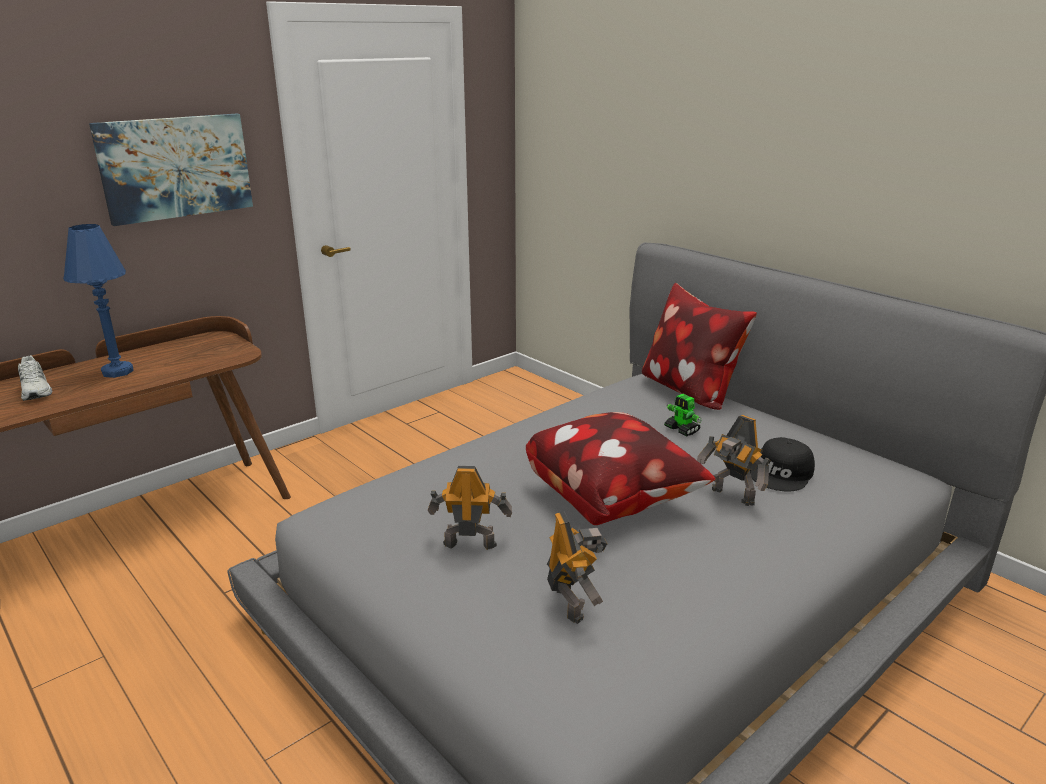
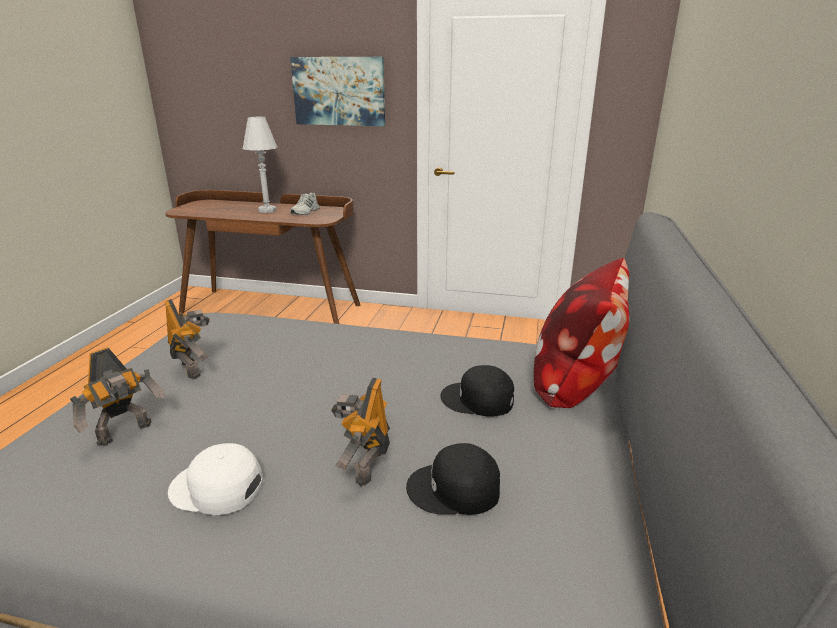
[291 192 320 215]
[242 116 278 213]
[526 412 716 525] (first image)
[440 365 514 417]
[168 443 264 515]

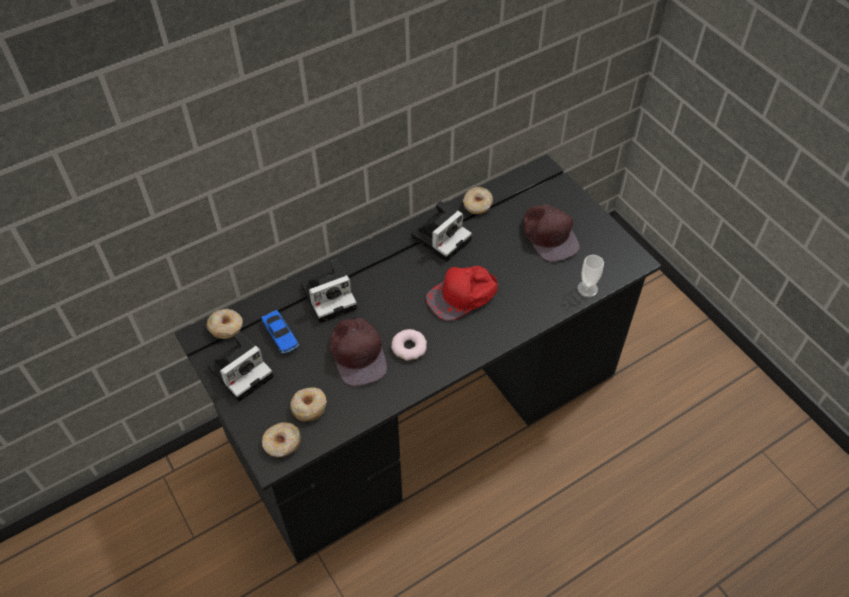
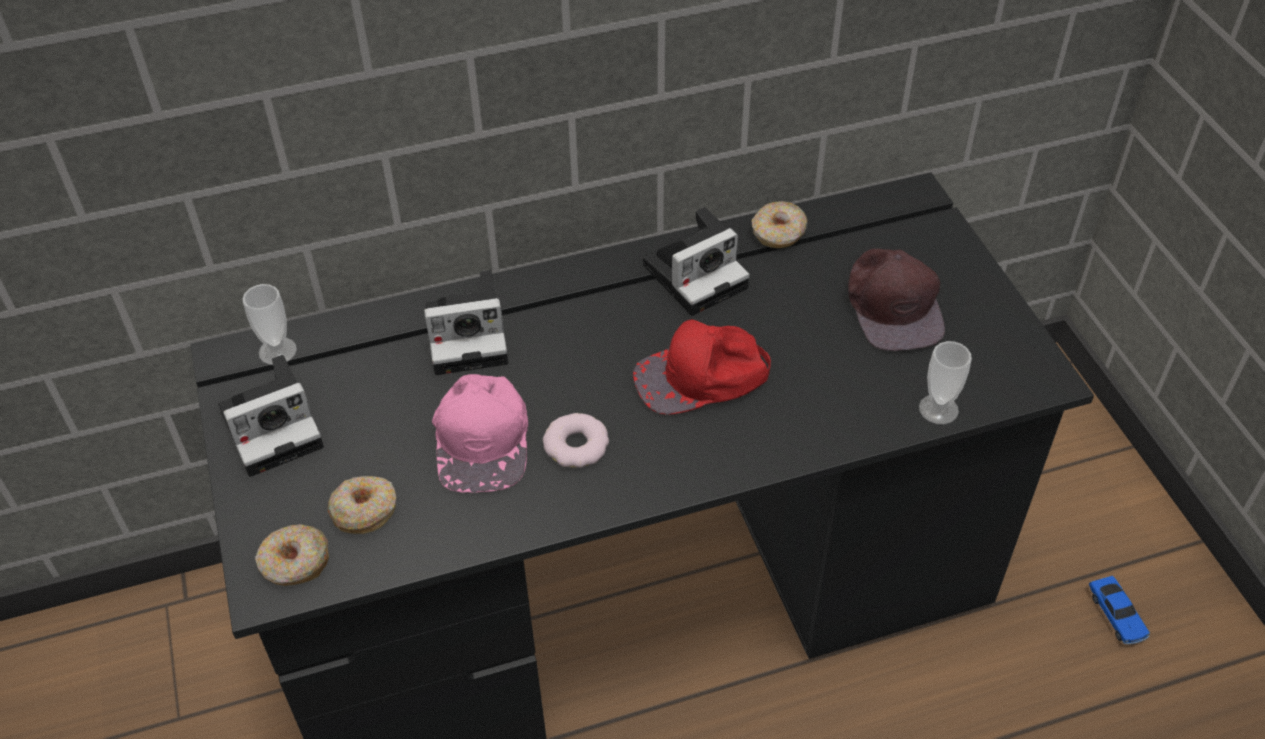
[243 284 297 365]
[1089 576 1150 644]
[432 374 528 493]

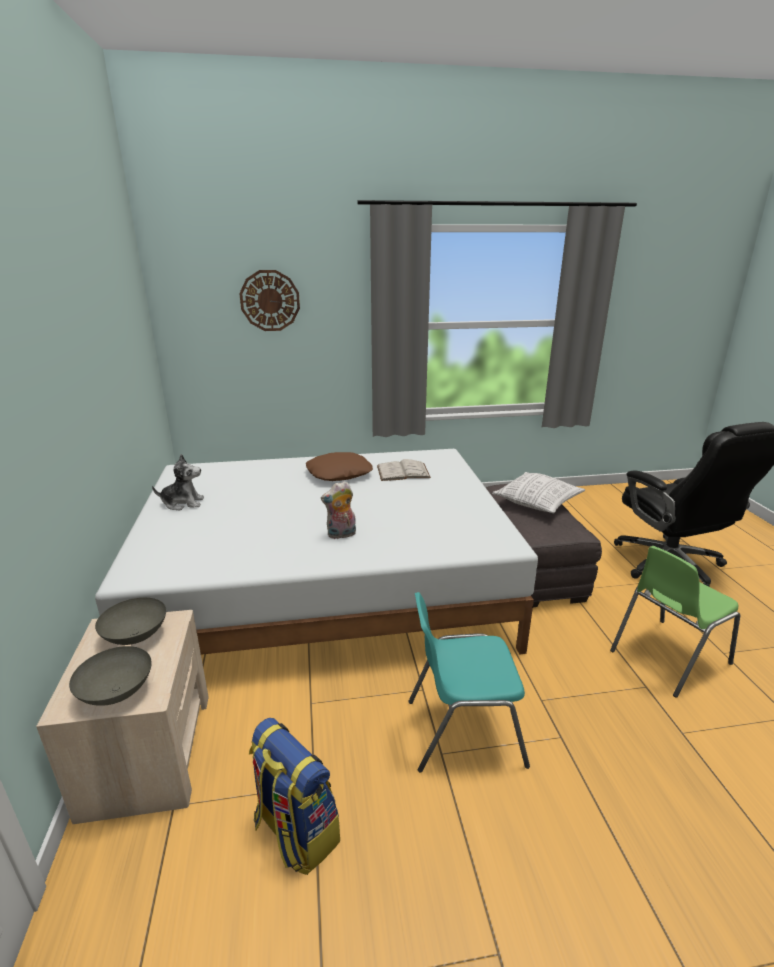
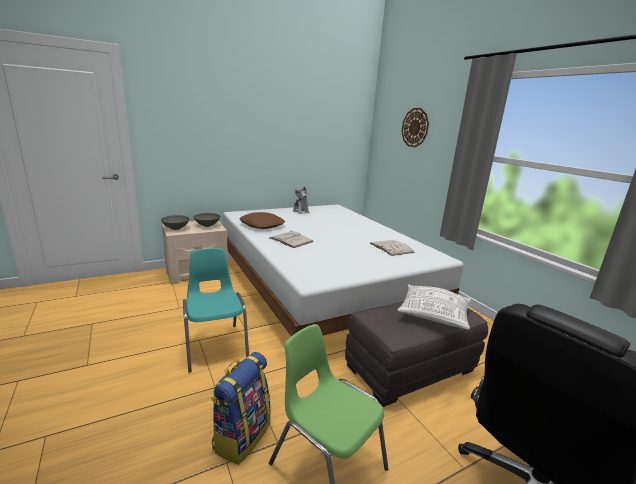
[211 352 271 465]
[240 212 285 229]
[270 230 314 248]

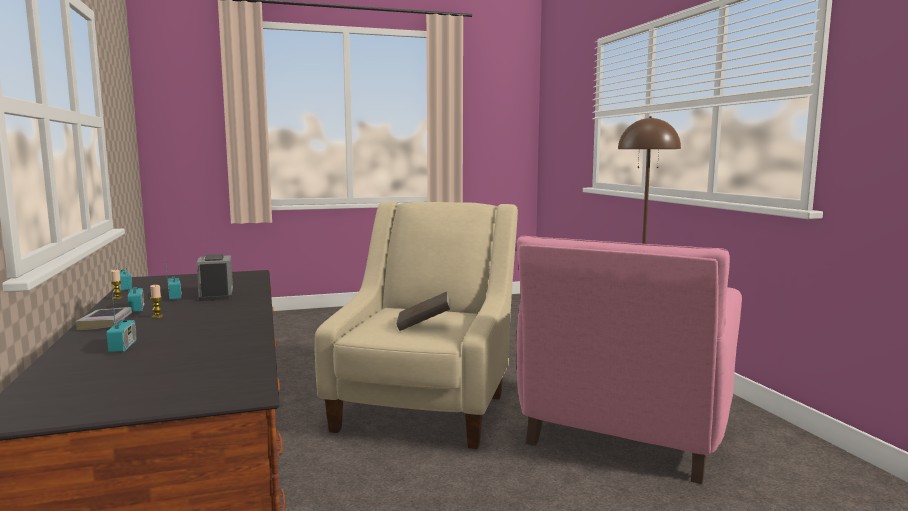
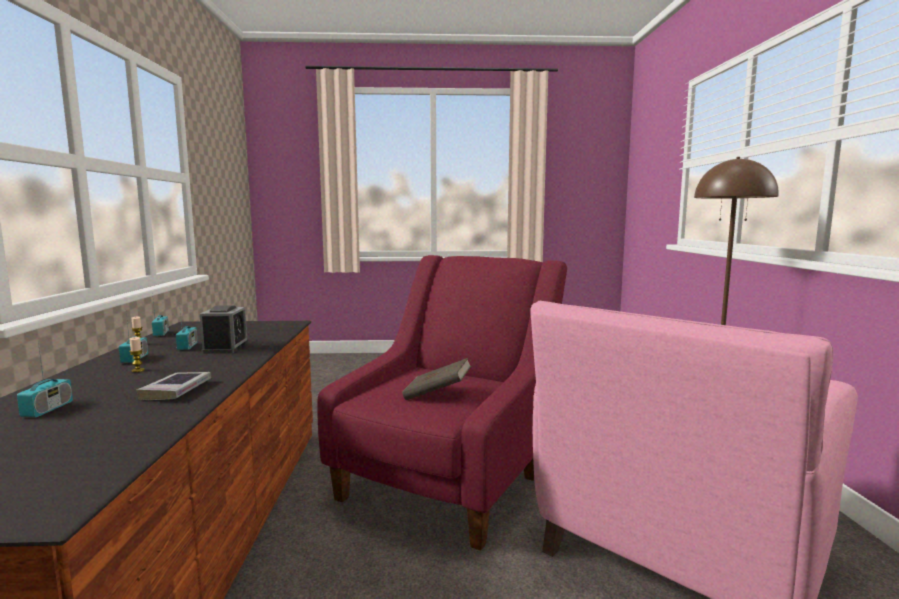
[137 372 211 400]
[317 255 567 551]

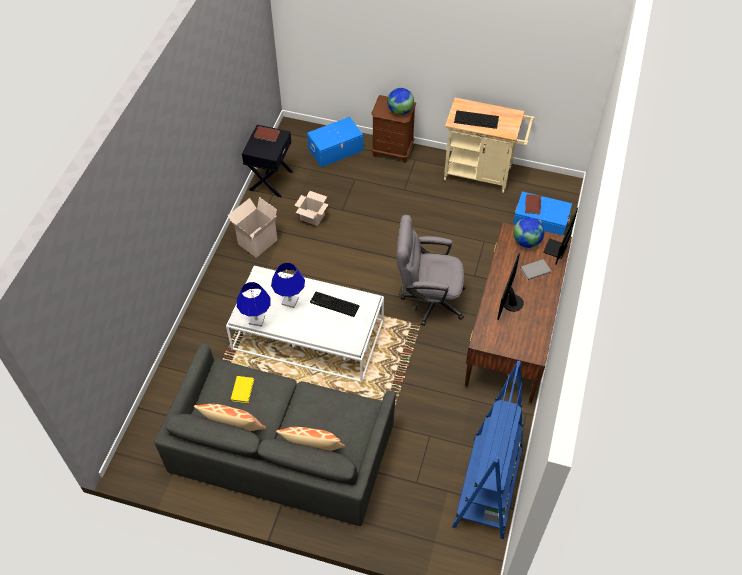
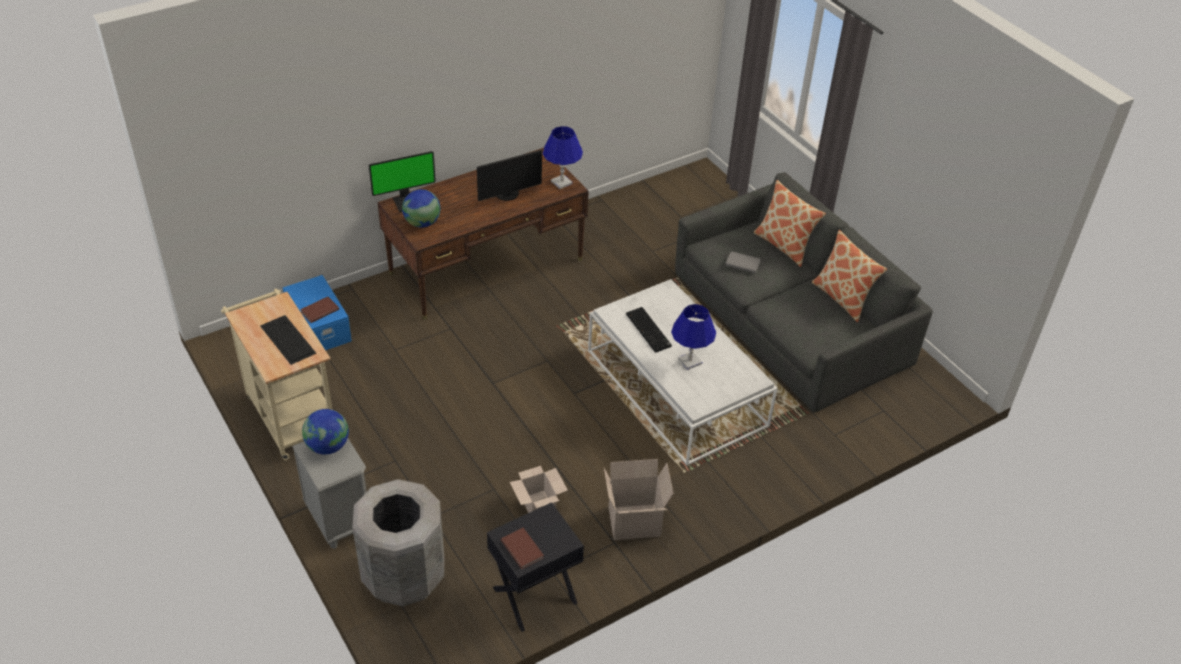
[231 376 254 403] (first image)
[543 126 583 189]
[352 479 444 606]
[292 439 367 549]
[397 215 465 326] (first image)
[452 361 523 539] (first image)
[725 251 761 273]

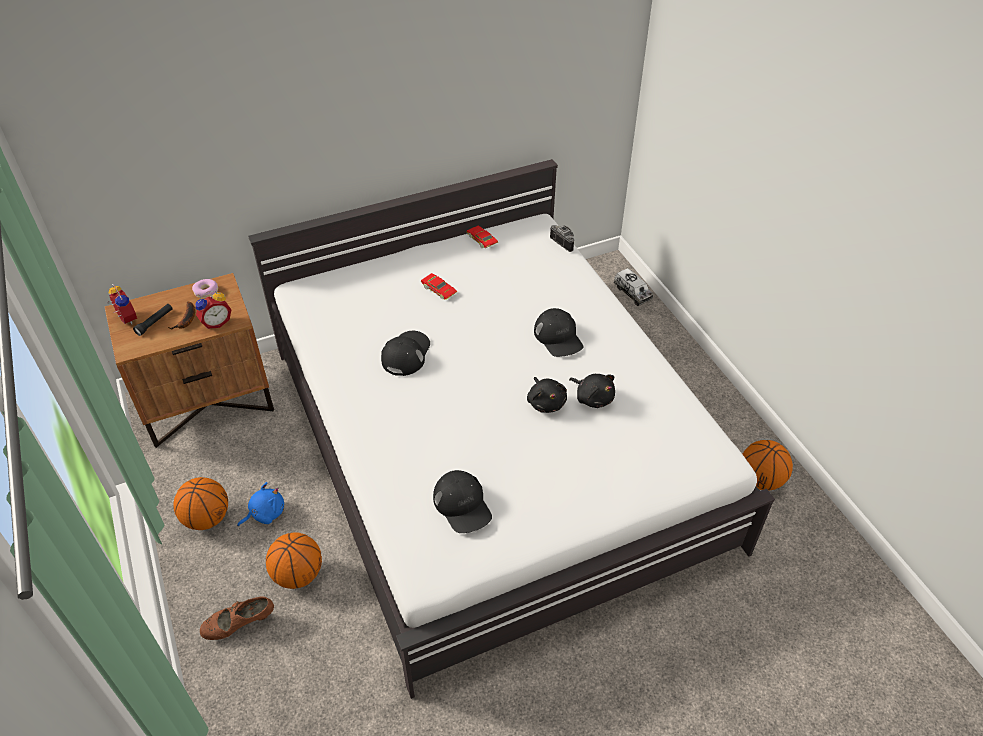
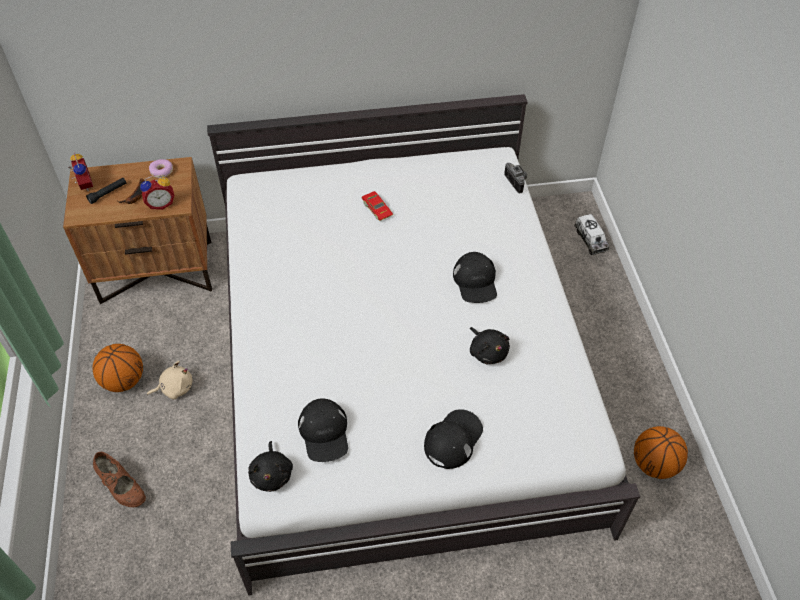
[93 452 146 507]
[147 361 192 399]
[266 532 322 589] (first image)
[424 409 483 469]
[466 226 498 248] (first image)
[248 441 293 492]

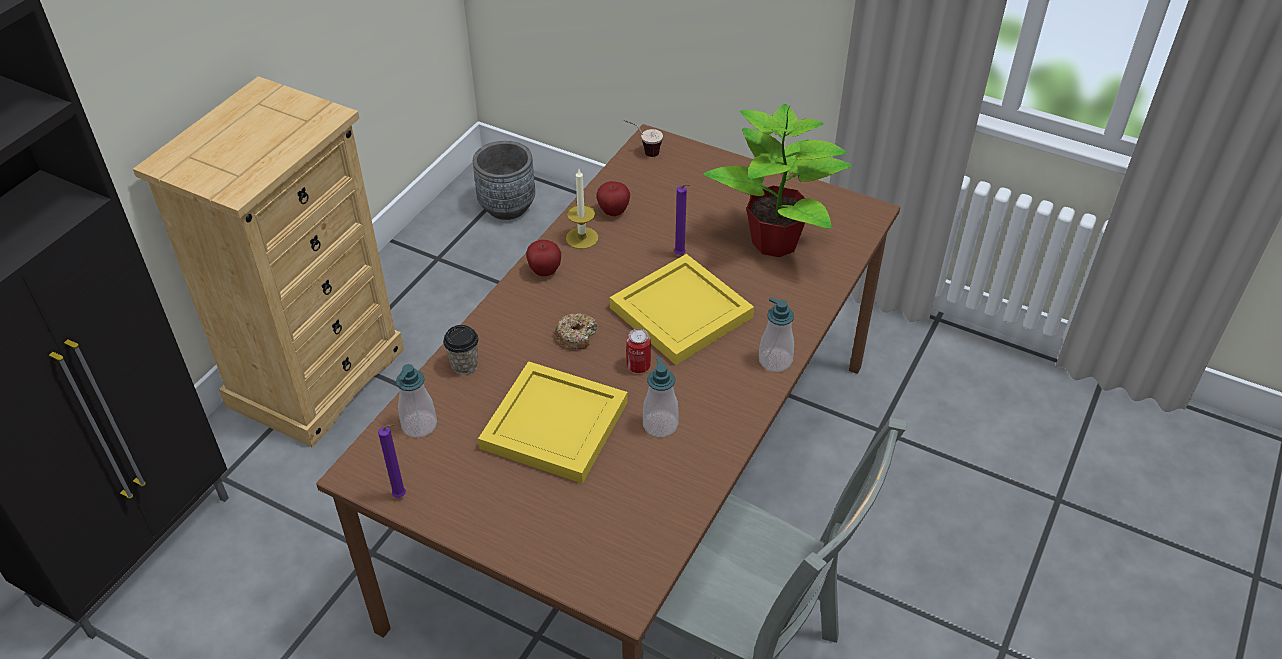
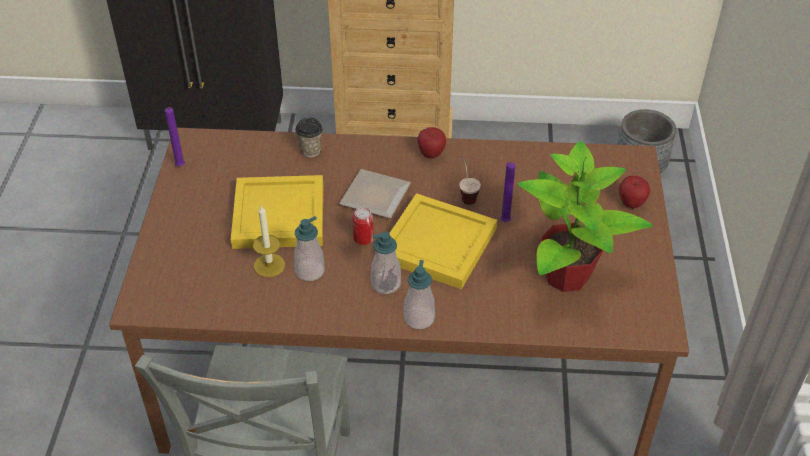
[371 232 401 294]
[339 169 411 218]
[253 205 285 277]
[619 176 650 208]
[459 156 481 205]

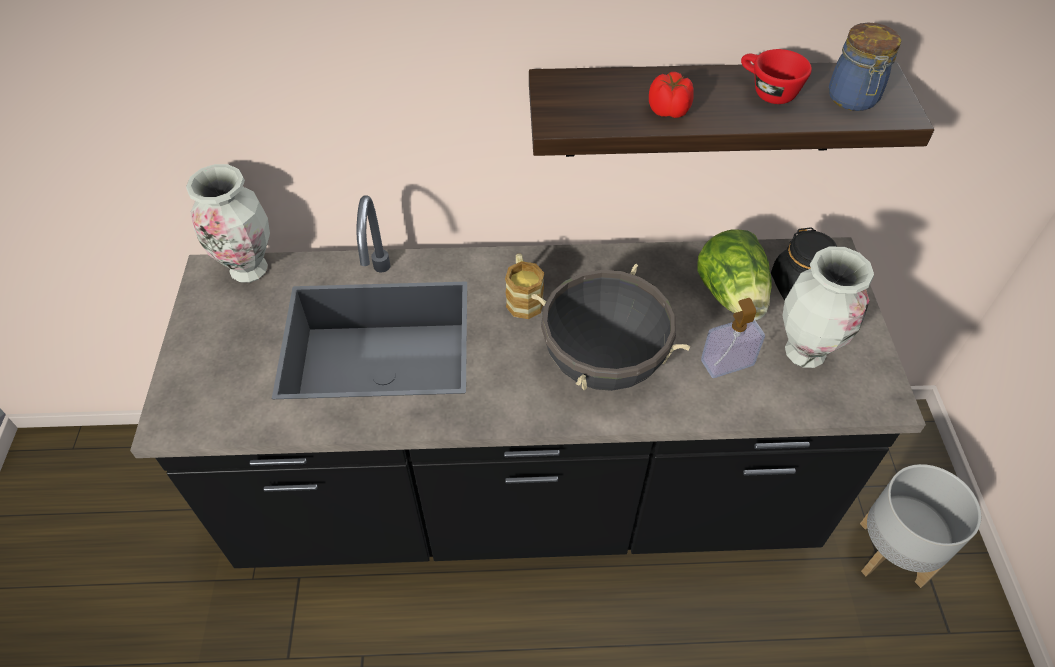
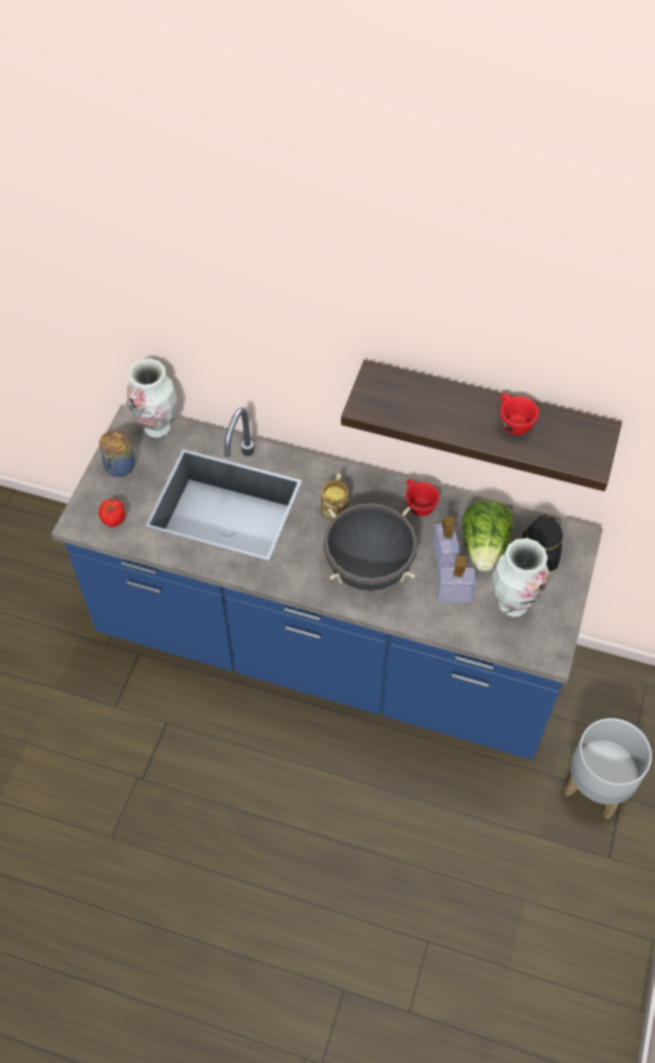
[51 404 603 760]
[99 499 126 527]
[99 430 135 477]
[405 479 440 516]
[433 516 460 570]

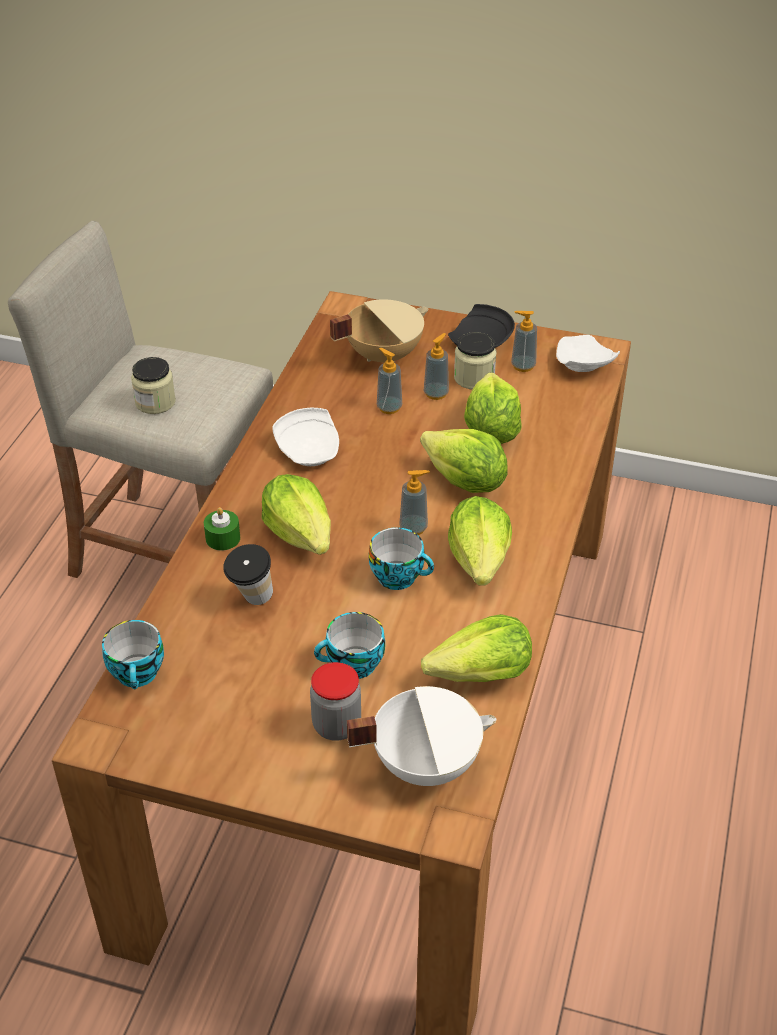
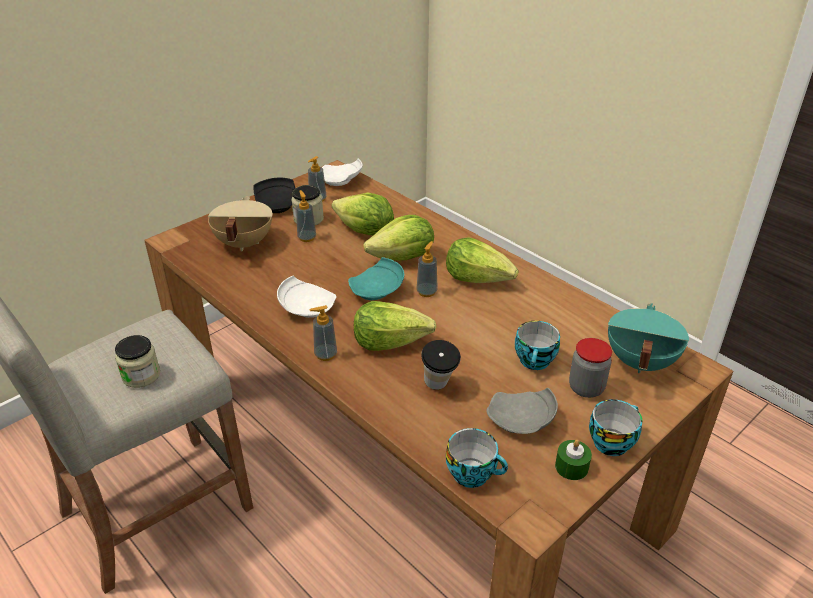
[555 440 592 480]
[608 303 689 373]
[589 399 642 456]
[309 305 337 361]
[421 614 532 682] (first image)
[348 257 404 300]
[487 388 558 434]

